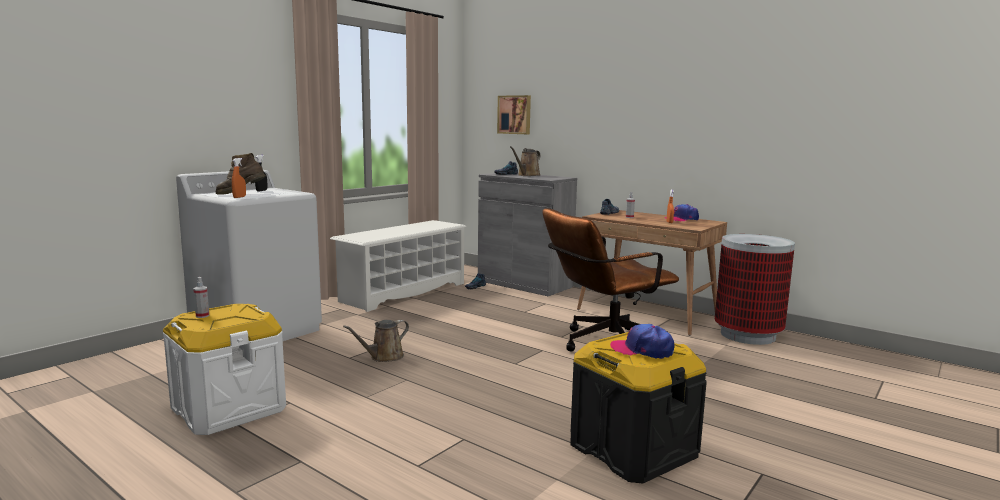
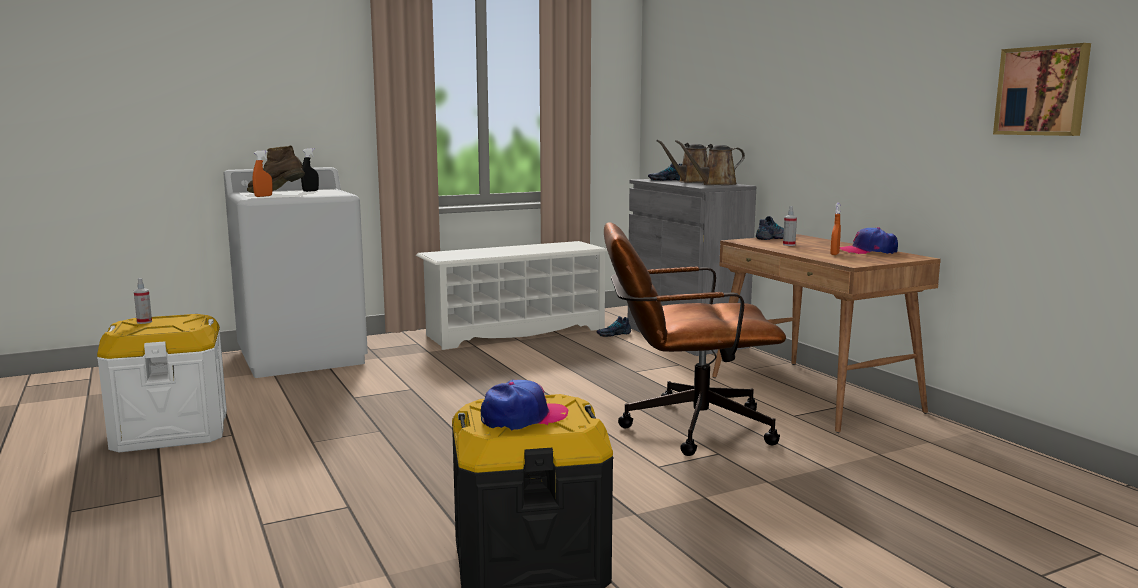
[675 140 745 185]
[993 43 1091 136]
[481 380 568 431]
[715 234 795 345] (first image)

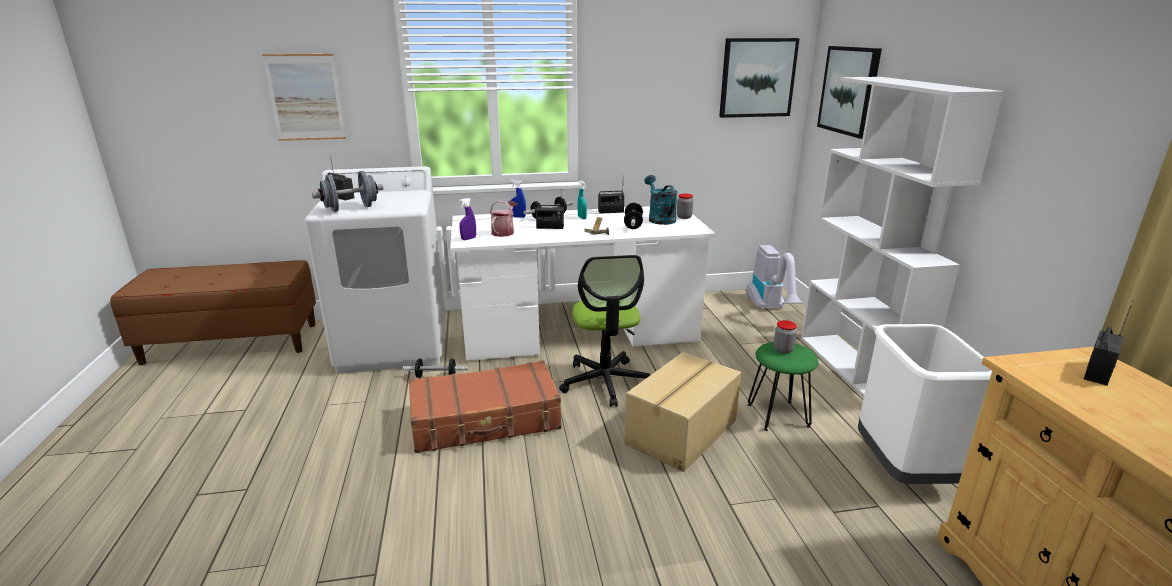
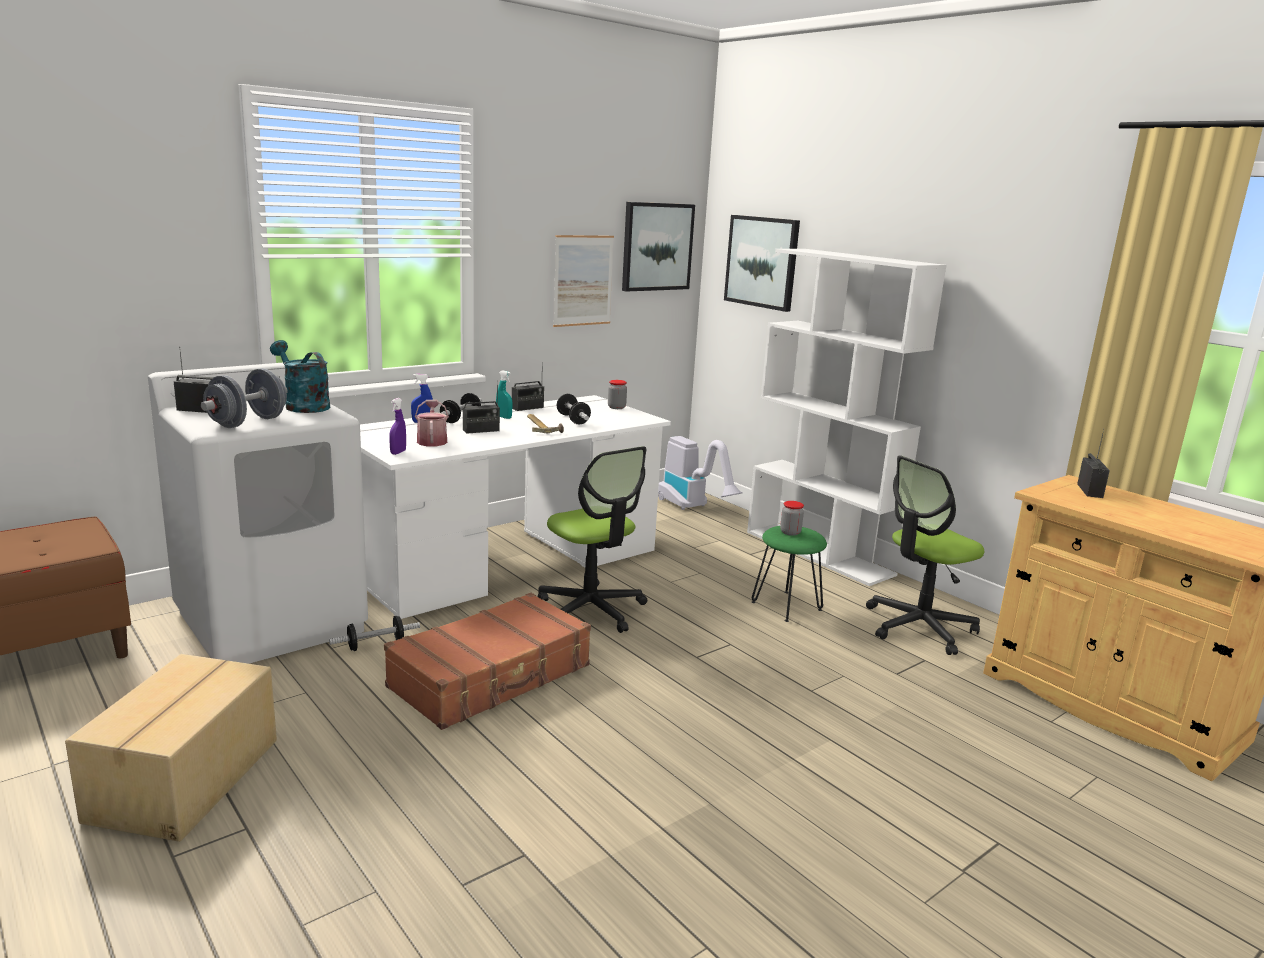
[553 235 614 327]
[65 654 277 842]
[270 340 330 413]
[866 455 984 655]

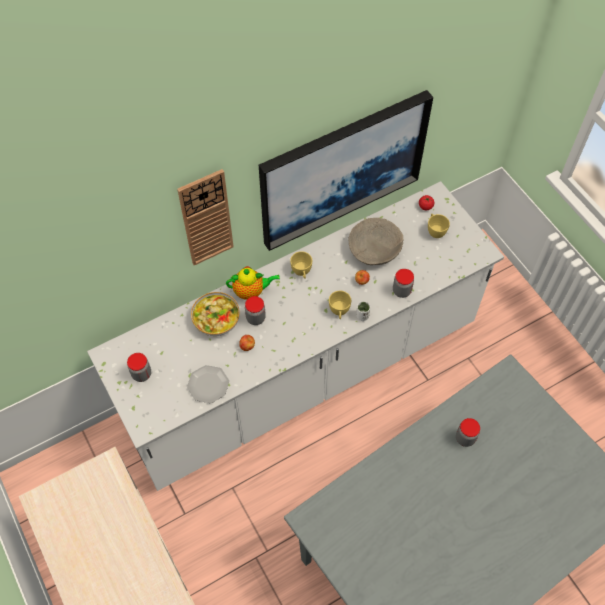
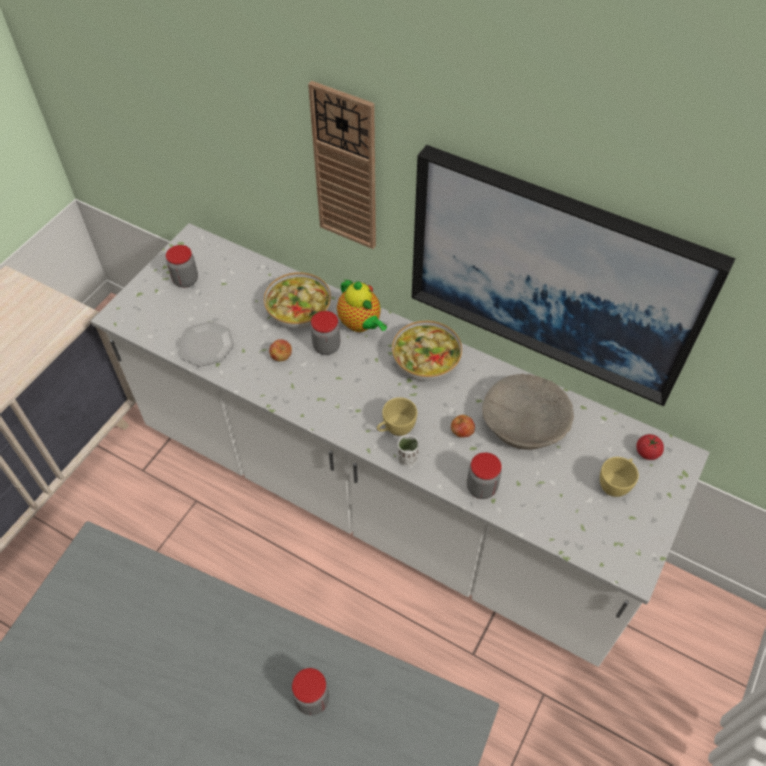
[392 321 462 381]

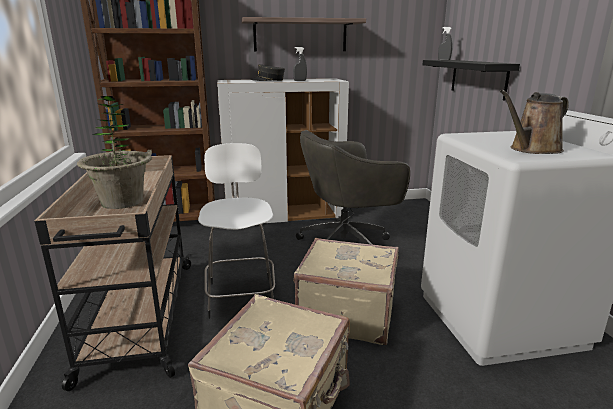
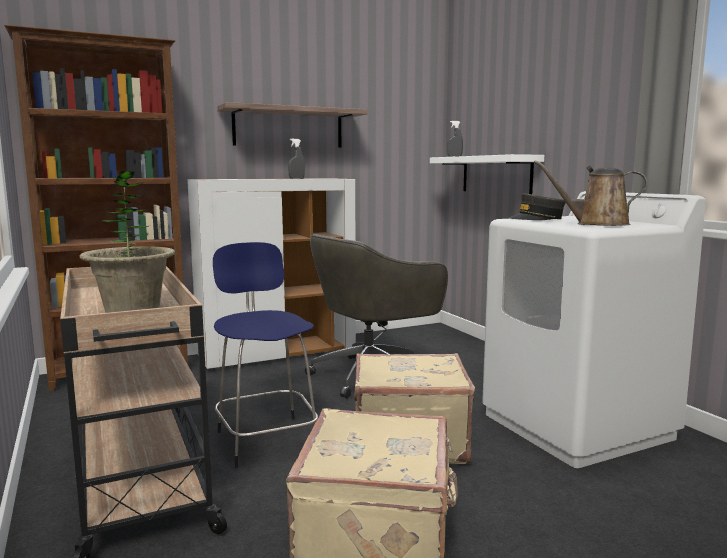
[213 242 318 468]
[509 193 566 220]
[430 154 544 194]
[534 161 647 226]

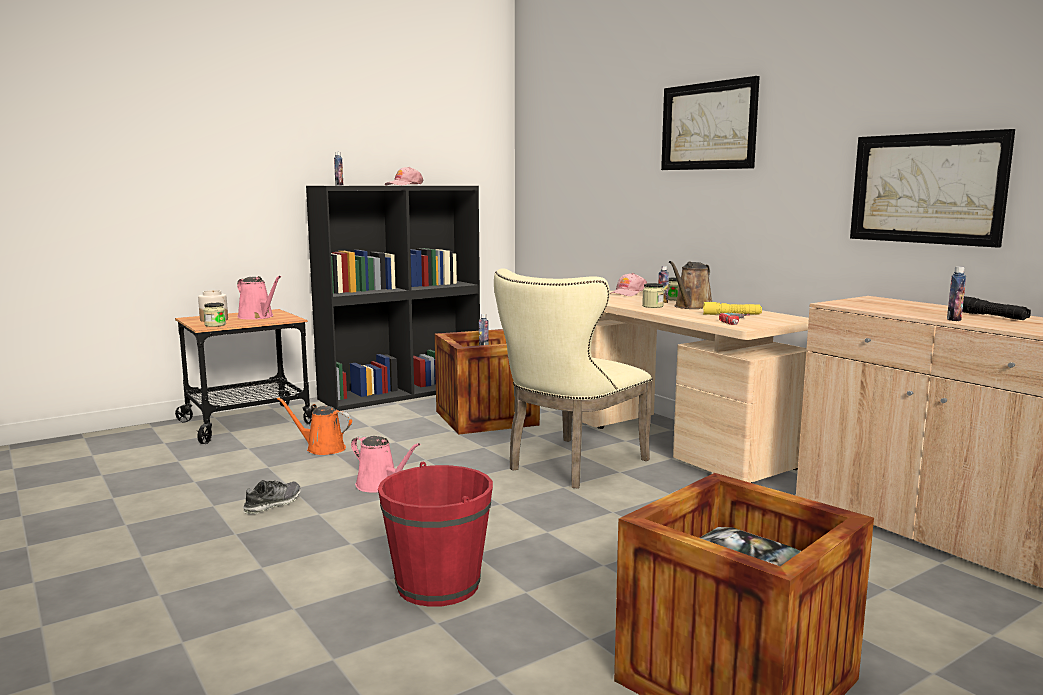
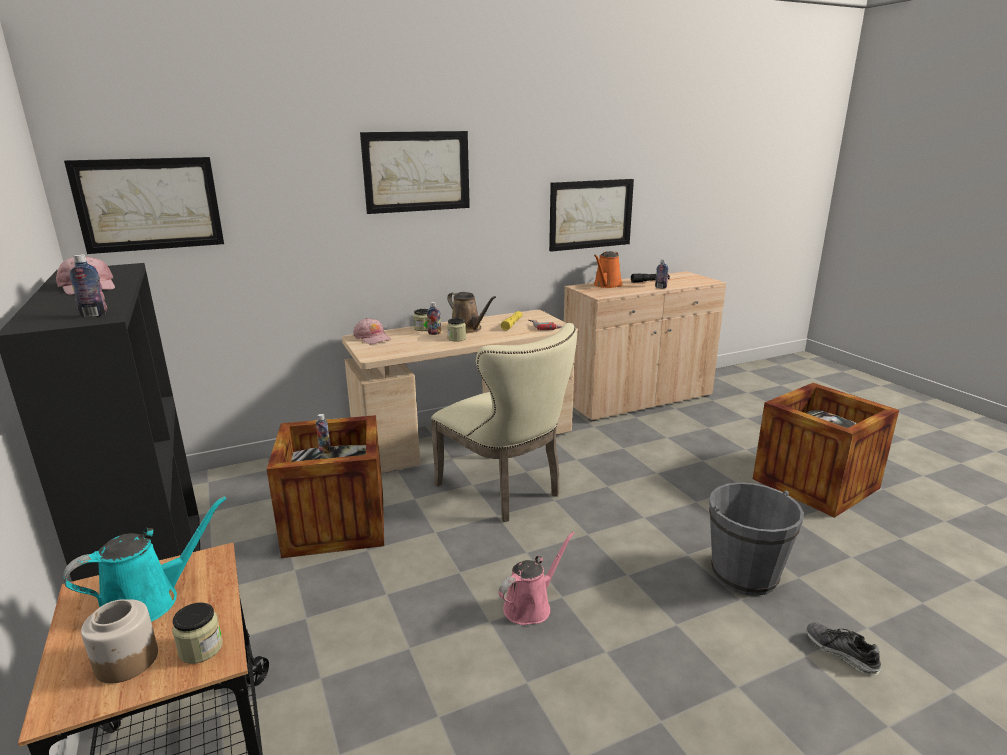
[63 496 226 622]
[806 622 881 675]
[594 251 623 288]
[709 482 804 596]
[64 157 224 254]

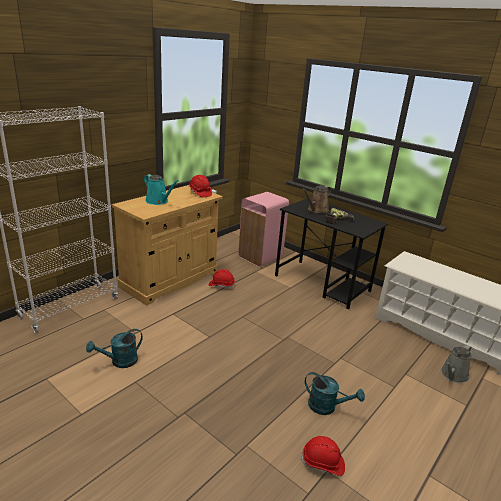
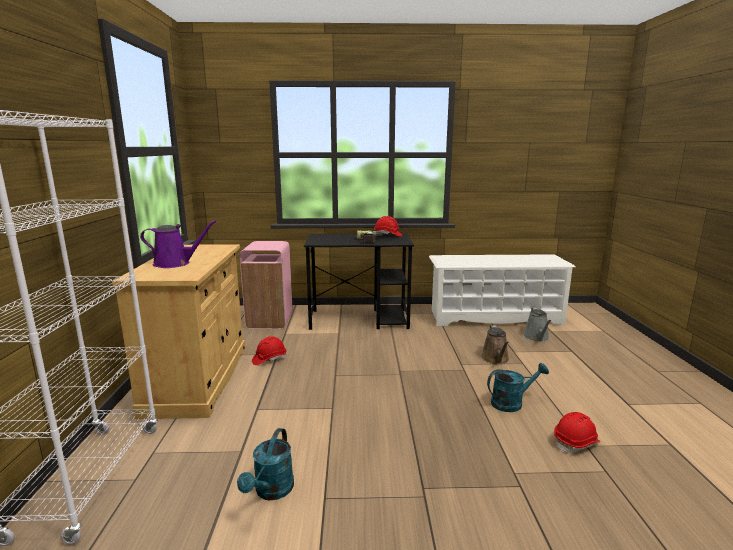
[140 220 217 268]
[374 216 402 237]
[481 325 509 364]

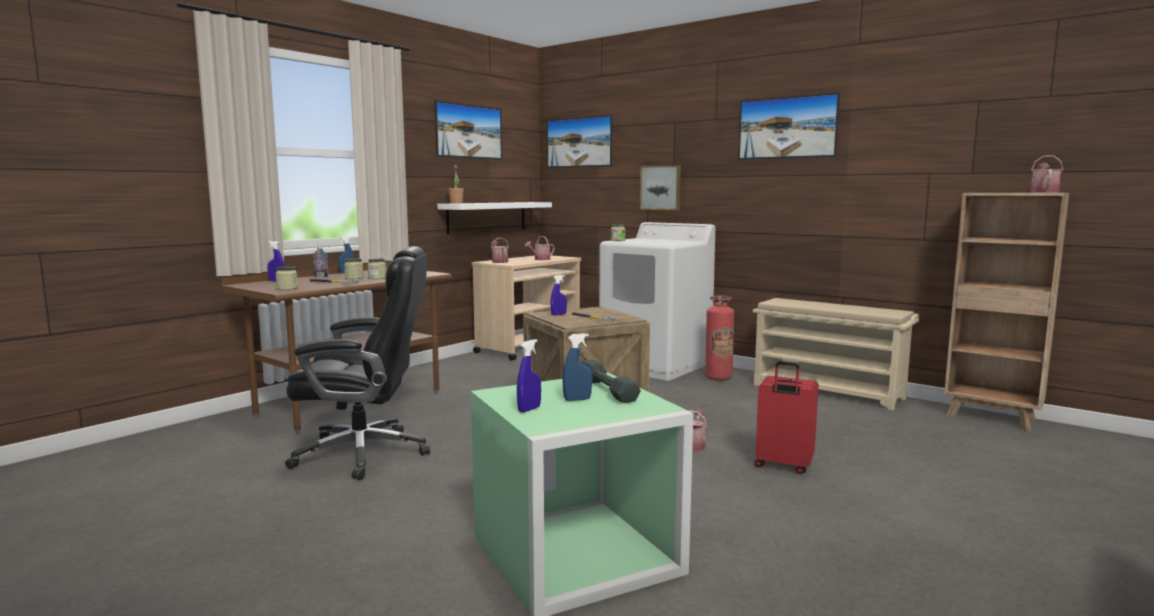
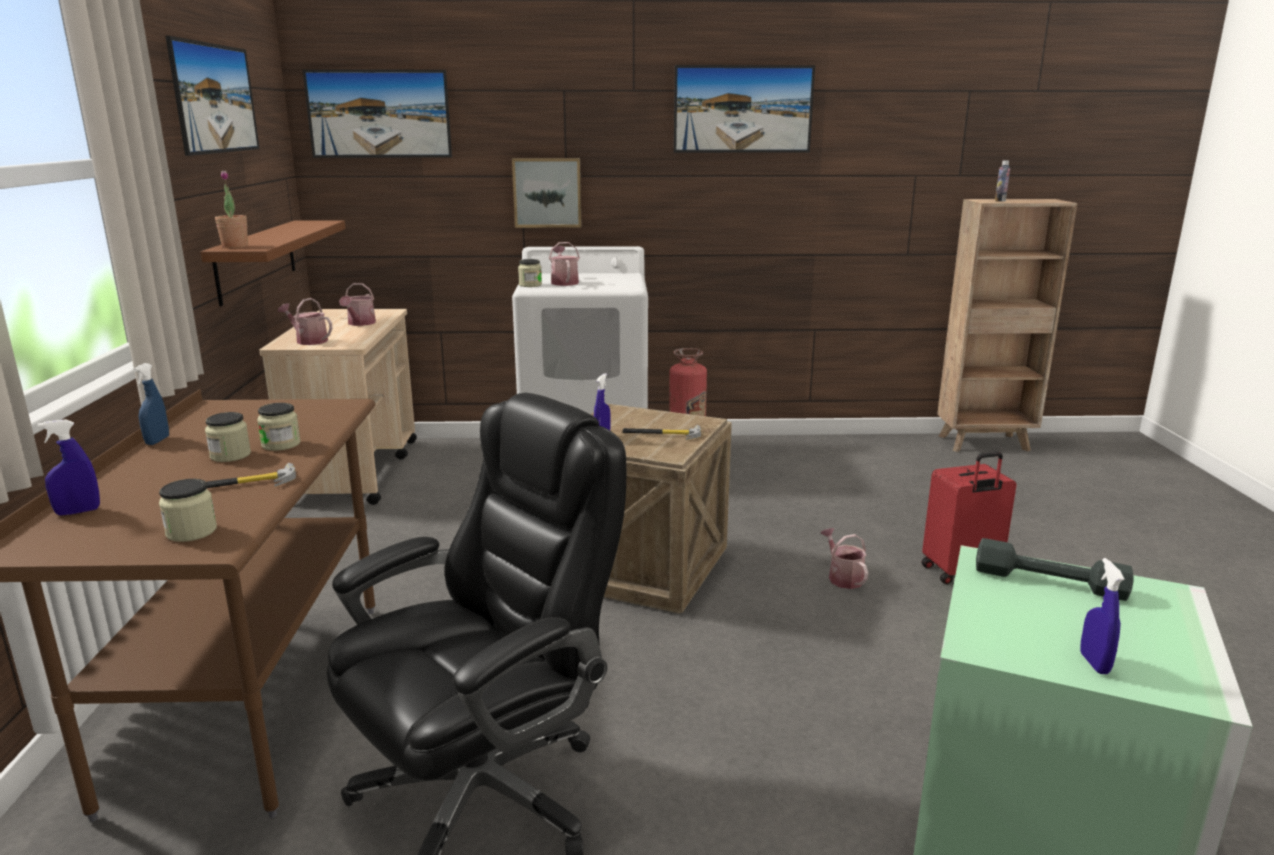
[995 161 1010 202]
[201 220 346 306]
[562 333 592 401] (first image)
[753 298 919 410] (first image)
[549 242 580 286]

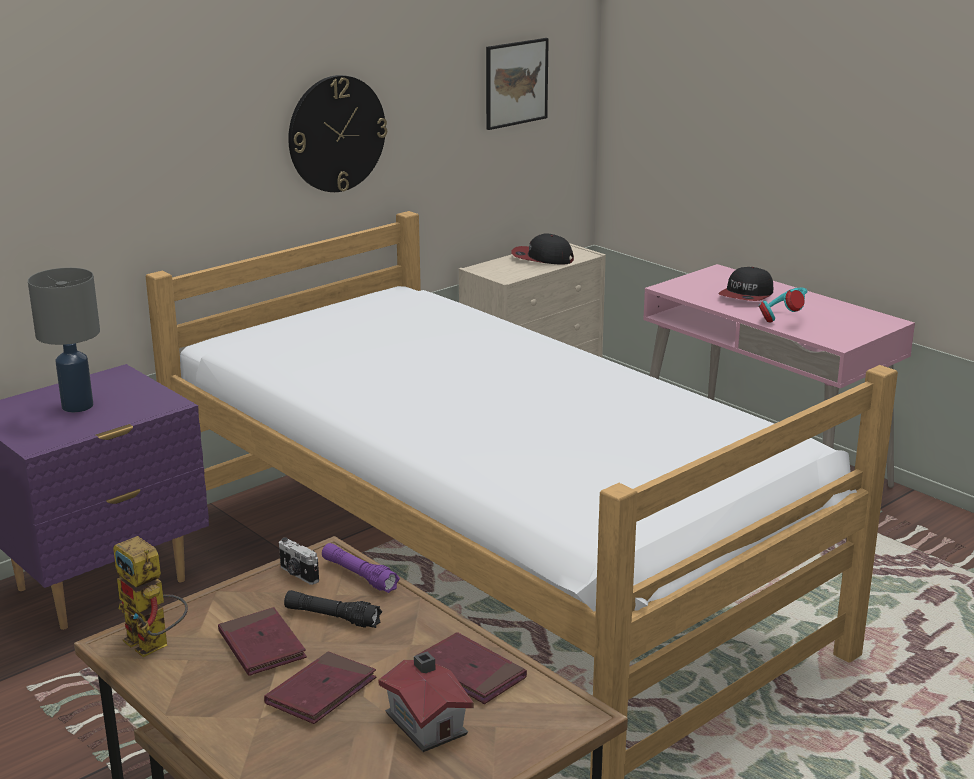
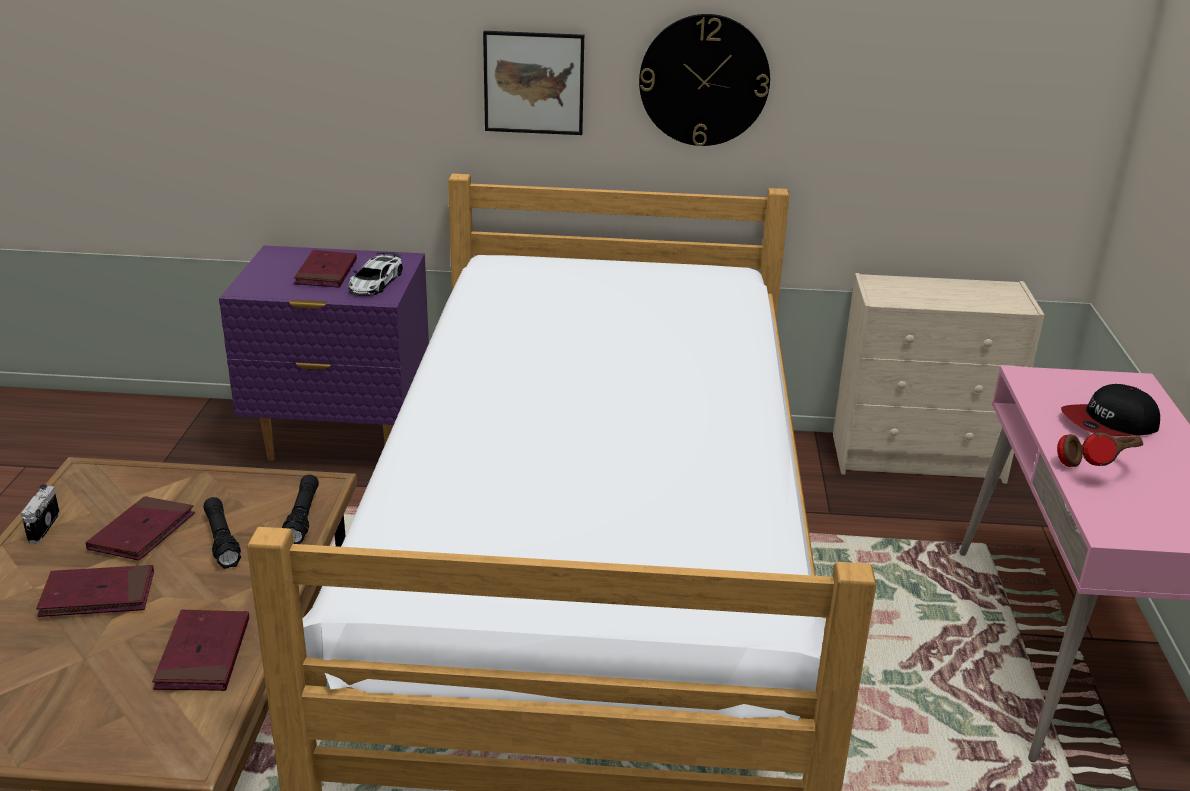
[294 250 357 288]
[113 536 188 657] (first image)
[21 484 60 543]
[282 475 319 544]
[378 652 474 752] (first image)
[483 31 584 135]
[511 234 574 265] (first image)
[1057 432 1143 467]
[349 252 403 296]

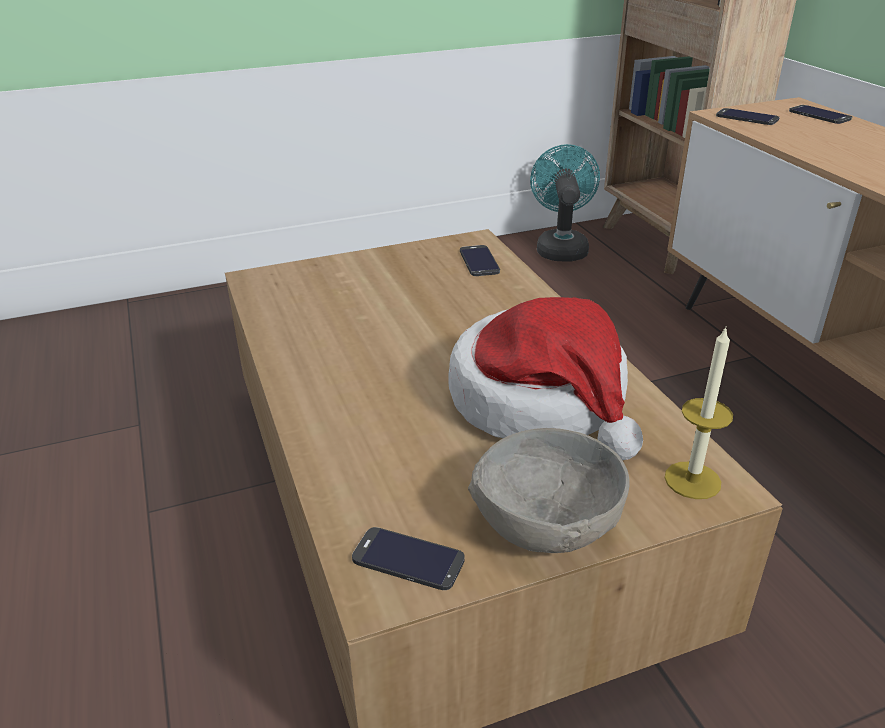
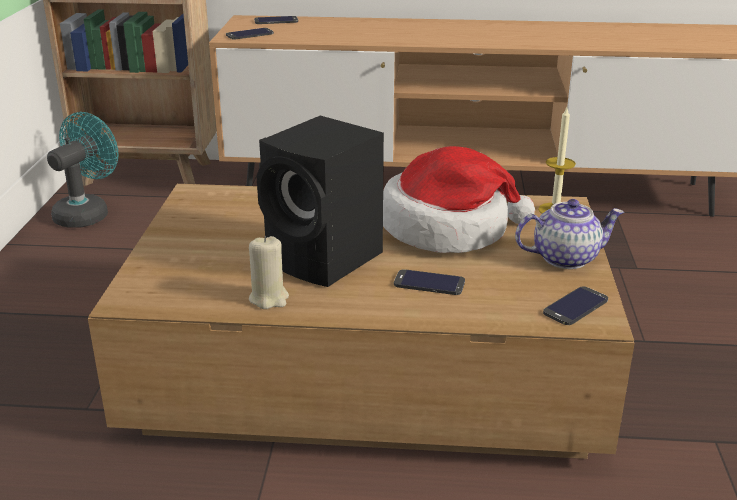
[394 269 465 295]
[515 199 624 269]
[47 112 119 228]
[249 236 289 309]
[257 116 384 287]

